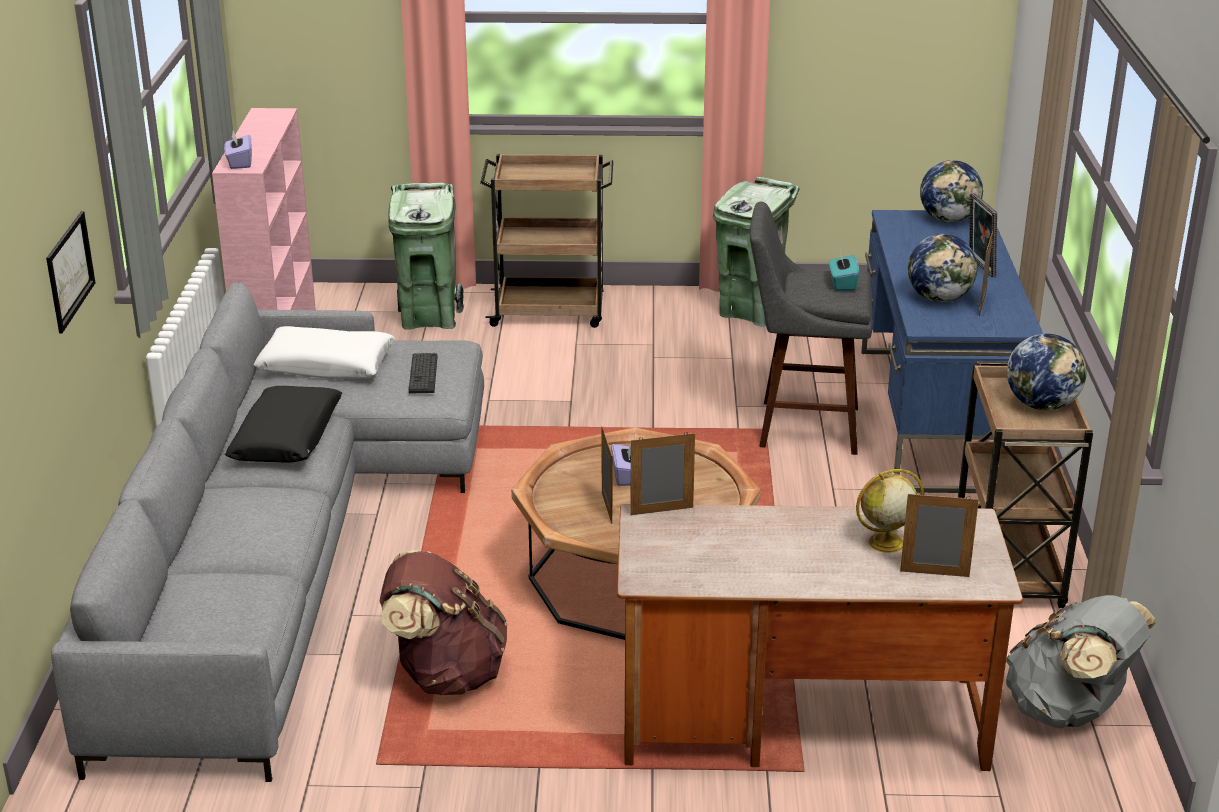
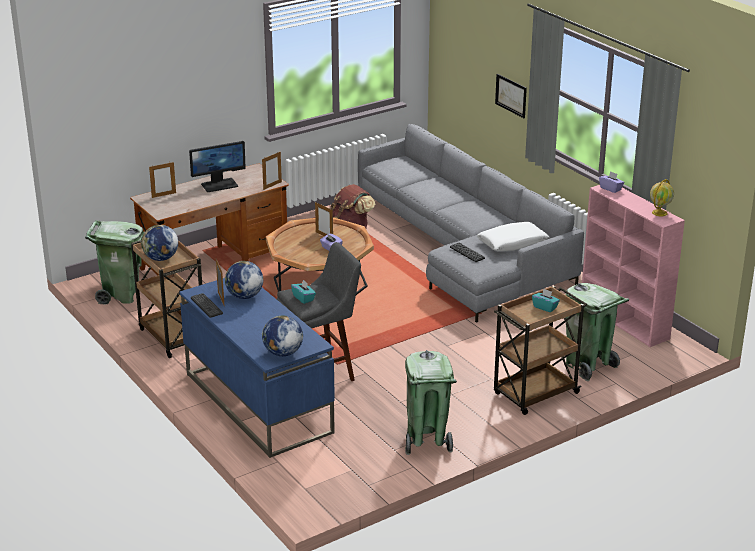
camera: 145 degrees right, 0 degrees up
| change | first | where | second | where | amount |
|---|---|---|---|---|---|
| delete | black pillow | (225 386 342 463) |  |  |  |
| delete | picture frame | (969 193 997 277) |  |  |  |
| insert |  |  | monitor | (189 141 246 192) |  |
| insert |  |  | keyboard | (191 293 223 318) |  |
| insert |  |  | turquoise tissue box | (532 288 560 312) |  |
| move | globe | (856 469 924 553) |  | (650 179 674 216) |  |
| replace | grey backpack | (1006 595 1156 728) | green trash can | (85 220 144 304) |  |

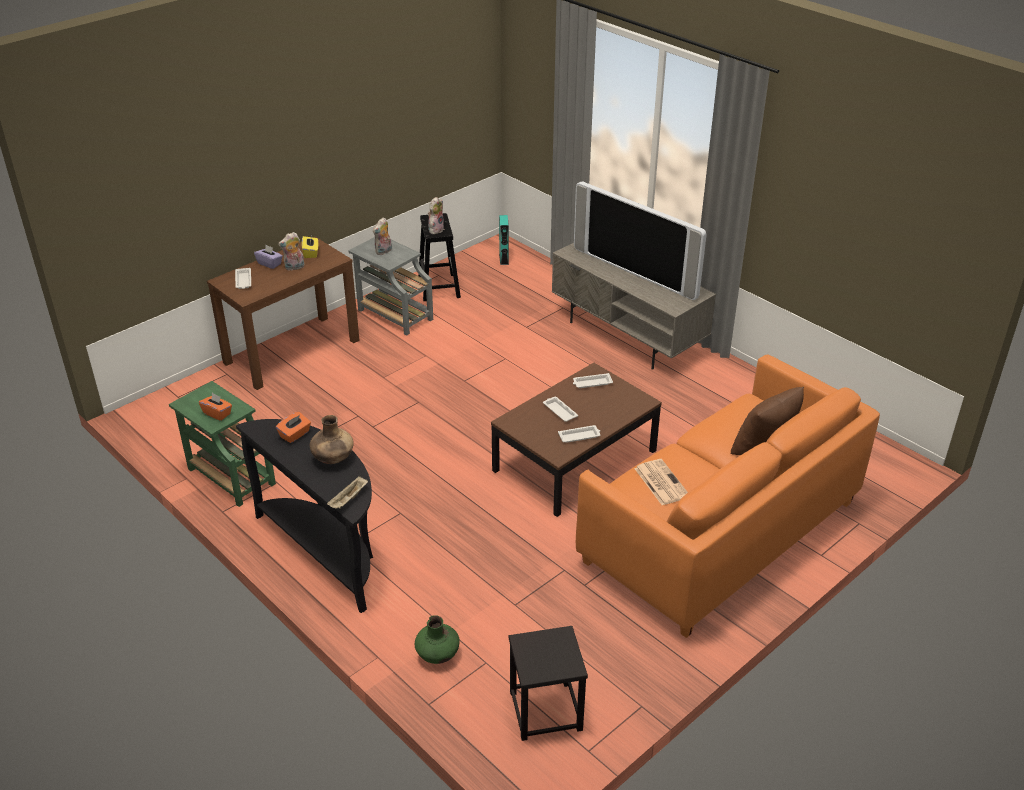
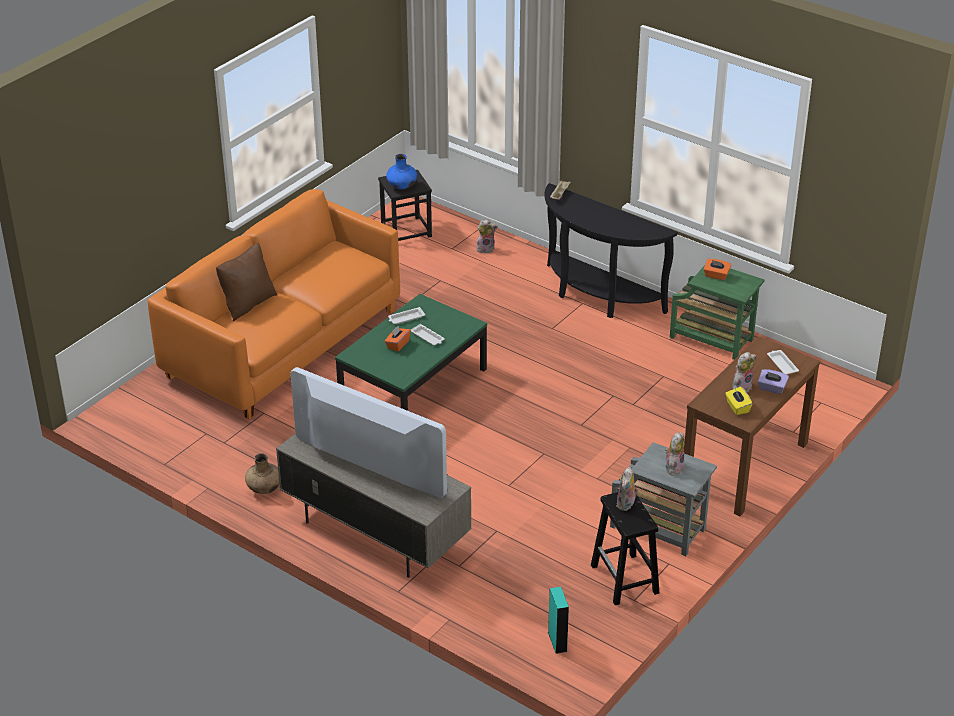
camera: 170 degrees right, 0 degrees up
| change | first | where | second | where | amount |
|---|---|---|---|---|---|
| delete | white tray | (573 373 613 388) |  |  |  |
| delete | newspaper | (635 459 688 505) |  |  |  |
| insert |  |  | blue vase | (386 154 417 189) |  |
| move | orange tissue box | (276 412 311 443) |  | (385 326 411 352) |  |
| move | brown vase | (310 415 354 464) |  | (245 453 280 494) |  |
| replace | green vase | (415 615 460 664) | plush toy | (477 220 498 253) |  |
| recolor | brown coffee table | (491 363 662 517) | green coffee table | (335 294 487 411) |  |

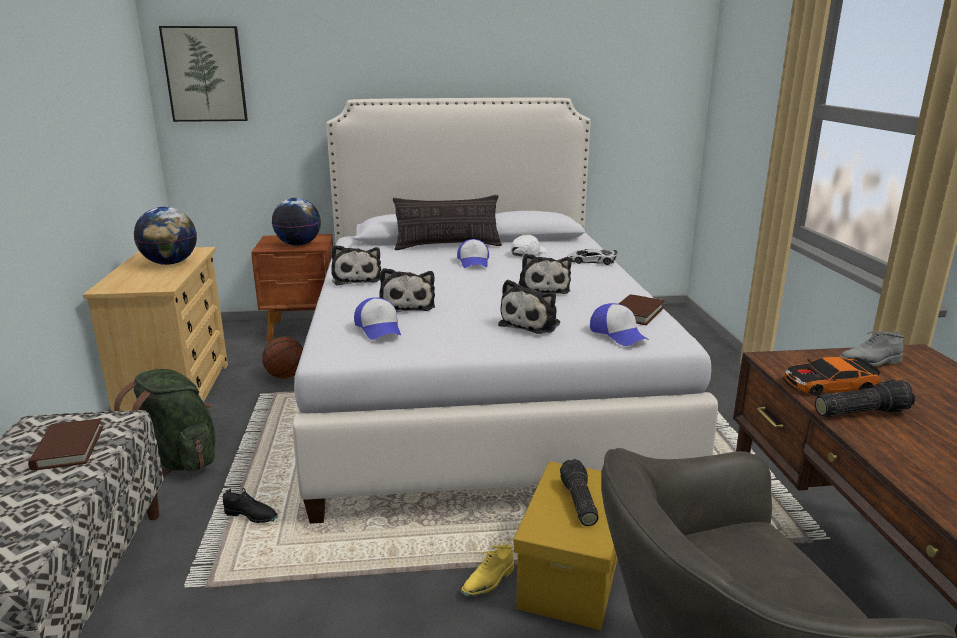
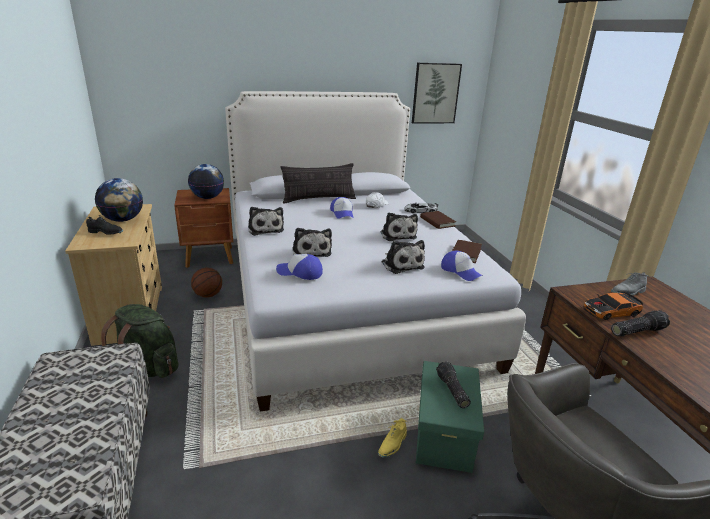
camera: 10 degrees left, 5 degrees up
| change | first | where | second | where | amount |
|---|---|---|---|---|---|
| move | brown book | (28 418 103 470) |  | (420 211 456 229) |  |
| move | picture | (159 26 248 122) |  | (412 63 462 124) |  |
| move | black shoe | (223 488 278 523) |  | (86 215 123 235) |  |
| recolor | yellow storage box | (513 461 618 630) | green storage box | (416 361 484 473) |  |
| rotate | cap | (354 297 401 340) |  | (276 254 323 280) | 135 degrees clockwise |
| rotate | plush toy | (498 280 560 334) |  | (382 240 425 274) | 45 degrees counterclockwise |

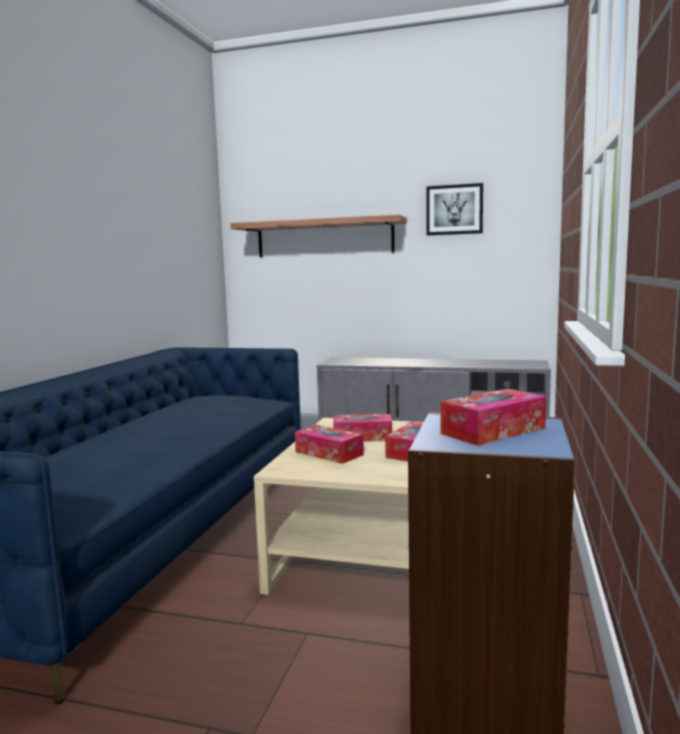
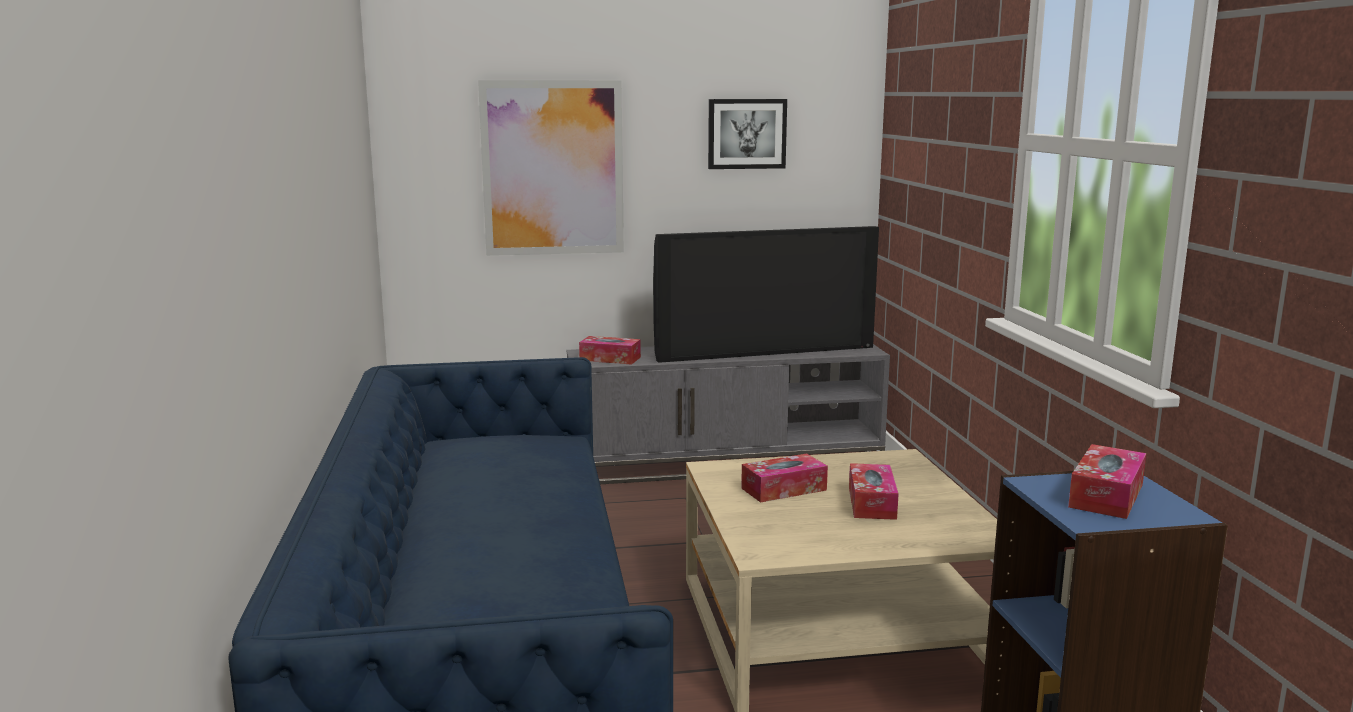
camera: 25 degrees left, 5 degrees up
| change | first | where | second | where | amount |
|---|---|---|---|---|---|
| insert |  |  | television | (653 226 879 363) |  |
| move | tissue box | (295 425 364 464) |  | (579 336 641 365) |  |
| replace | shelf | (230 215 407 257) | picture | (478 80 624 256) |  |

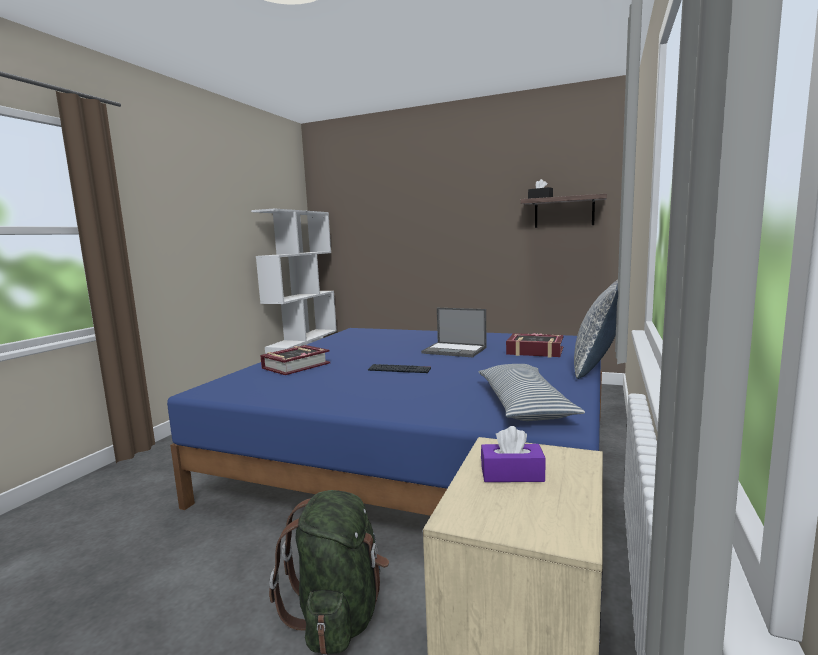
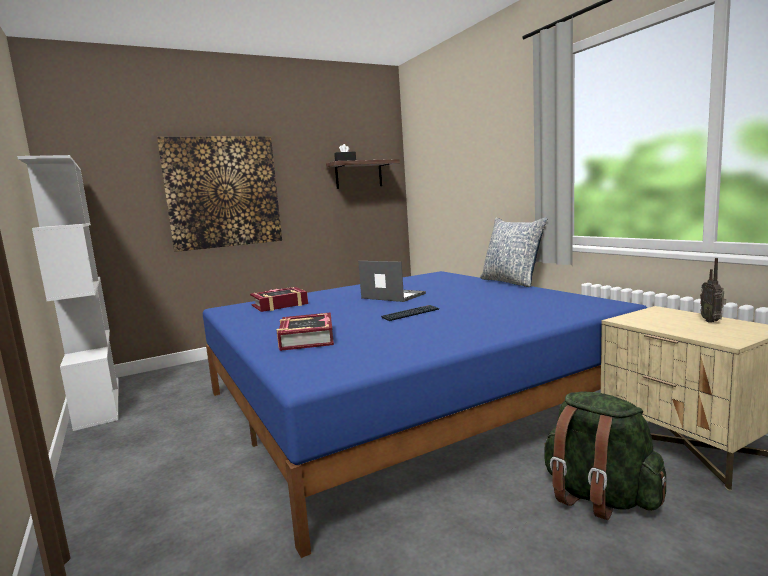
camera: 50 degrees left, 0 degrees up
| change | first | where | second | where | amount |
|---|---|---|---|---|---|
| delete | pillow | (479 364 585 421) |  |  |  |
| delete | purple tissue box | (481 426 546 482) |  |  |  |
| insert |  |  | picture | (157 136 282 252) |  |
| insert |  |  | radio | (700 258 726 323) |  |
| move | book | (506 333 564 358) |  | (250 287 308 312) |  |
| rotate | laptop | (421 308 487 357) |  | (358 261 426 302) | 120 degrees counterclockwise |

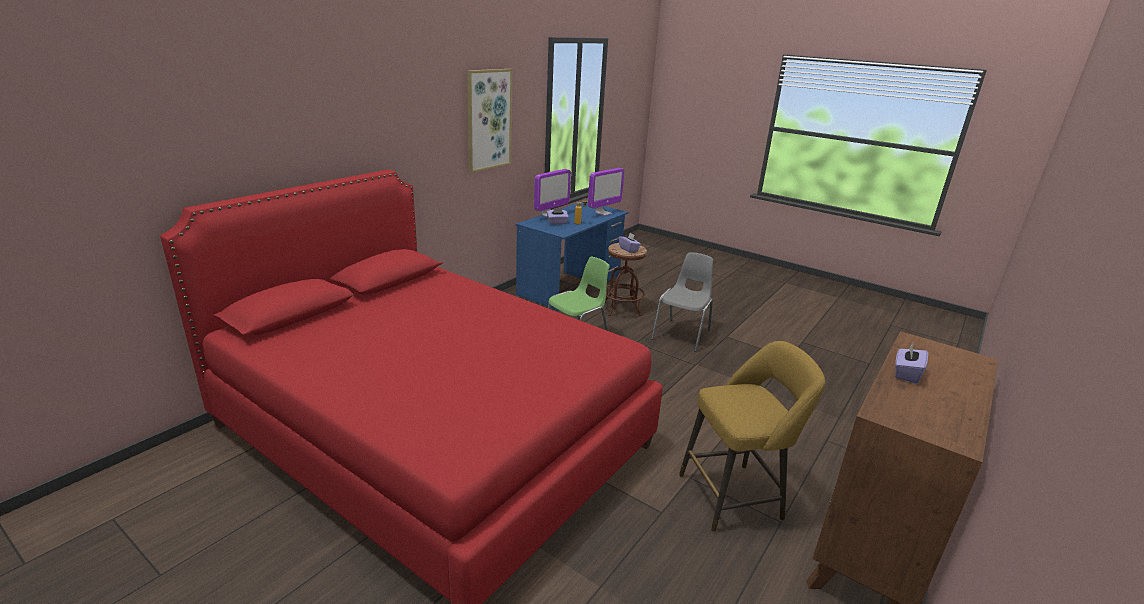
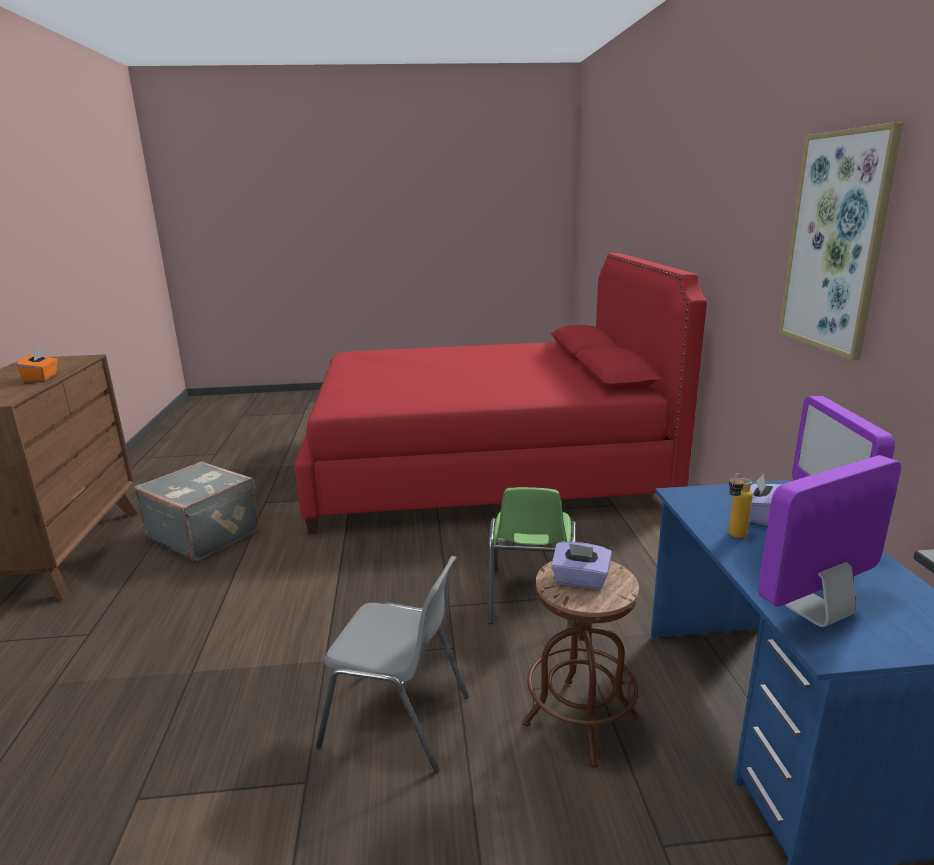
camera: 140 degrees right, 5 degrees down
| change | first | where | second | where | amount |
|---|---|---|---|---|---|
| replace | yellow stool | (679 341 825 532) | grey suitcase | (134 461 259 561) |  |
| recolor | purple tissue box | (895 342 928 384) | orange tissue box | (16 348 57 382) |  |
| rotate | monitor | (588 168 624 216) |  | (758 455 901 627) | 60 degrees clockwise |
| rotate | grey chair | (651 252 713 352) |  | (316 556 469 773) | 60 degrees counterclockwise |

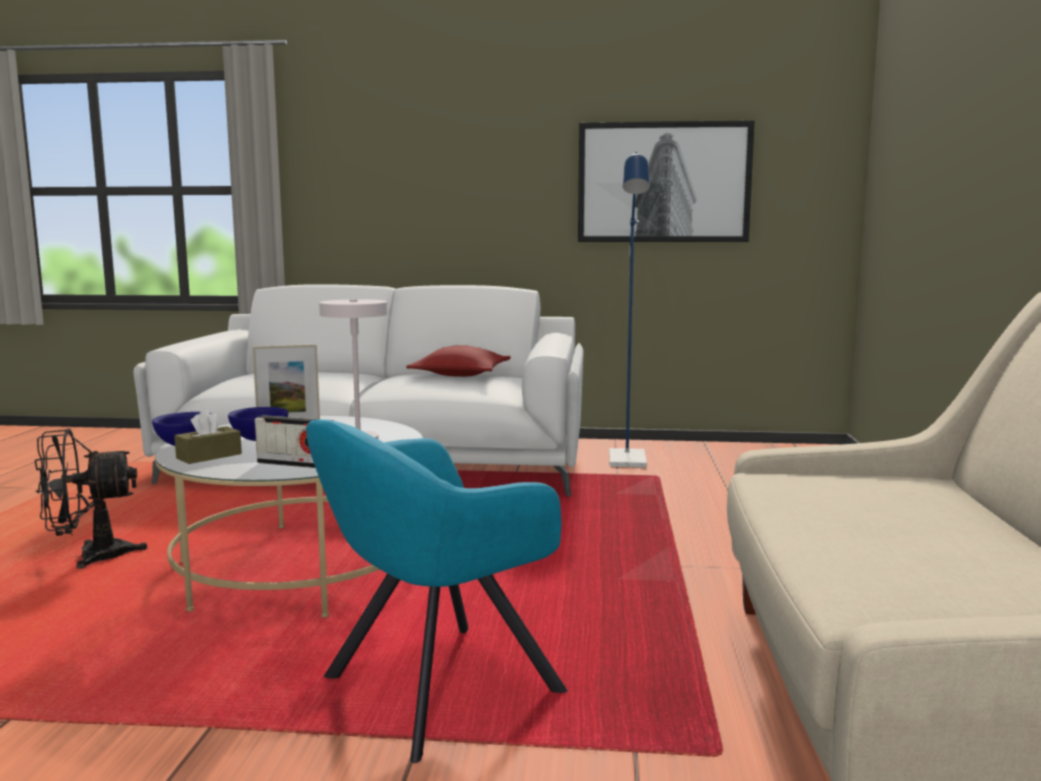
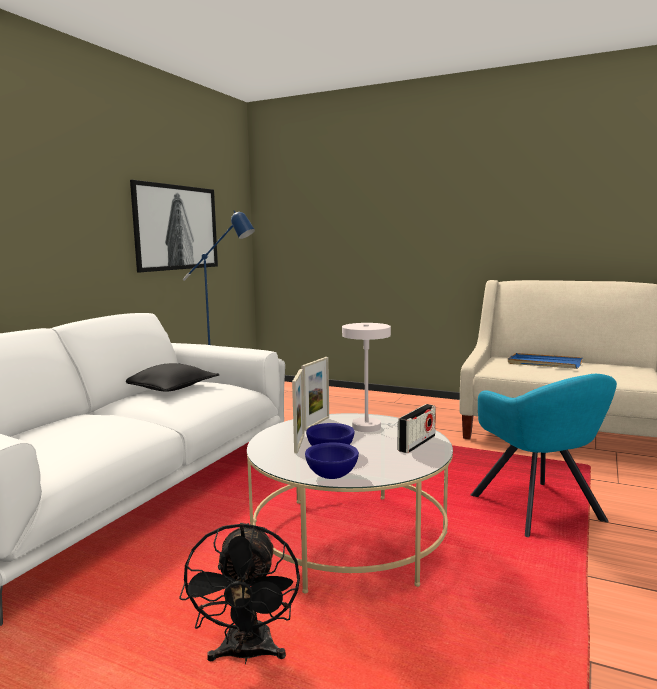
camera: 70 degrees left, 0 degrees up
| change | first | where | second | where | amount |
|---|---|---|---|---|---|
| delete | brown tissue box | (174 410 242 464) |  |  |  |
| insert |  |  | picture frame | (301 357 329 431) |  |
| insert |  |  | blue tray | (508 353 582 369) |  |
| recolor | red pillow | (406 345 511 377) | black pillow | (126 363 219 391) |  |

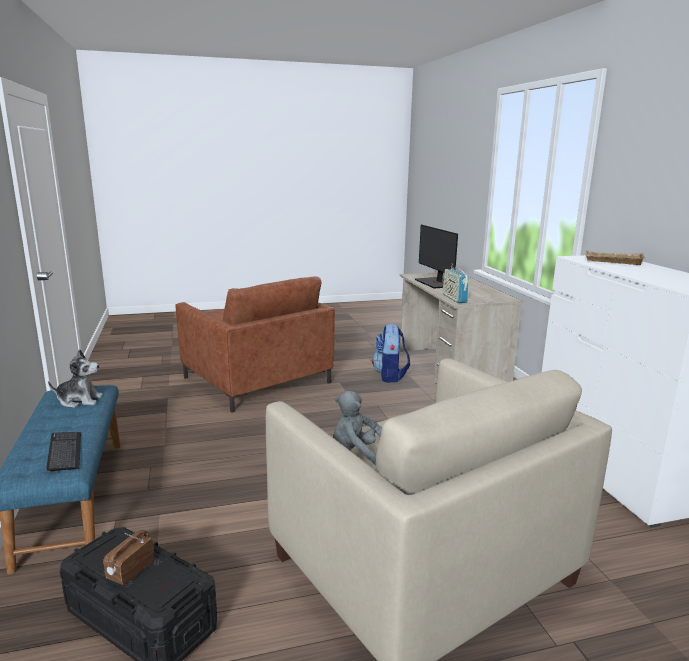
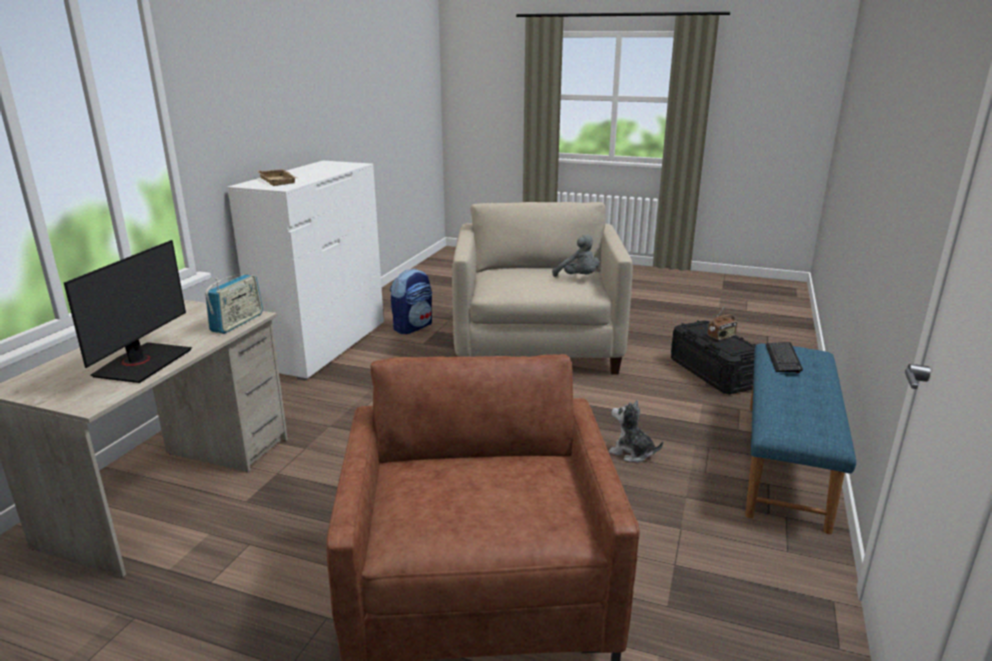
camera: 145 degrees left, 5 degrees up
| change | first | where | second | where | amount |
|---|---|---|---|---|---|
| move | plush toy | (48 349 103 408) |  | (609 400 663 463) |  |
| move | backpack | (372 323 410 383) |  | (390 268 432 334) |  |

